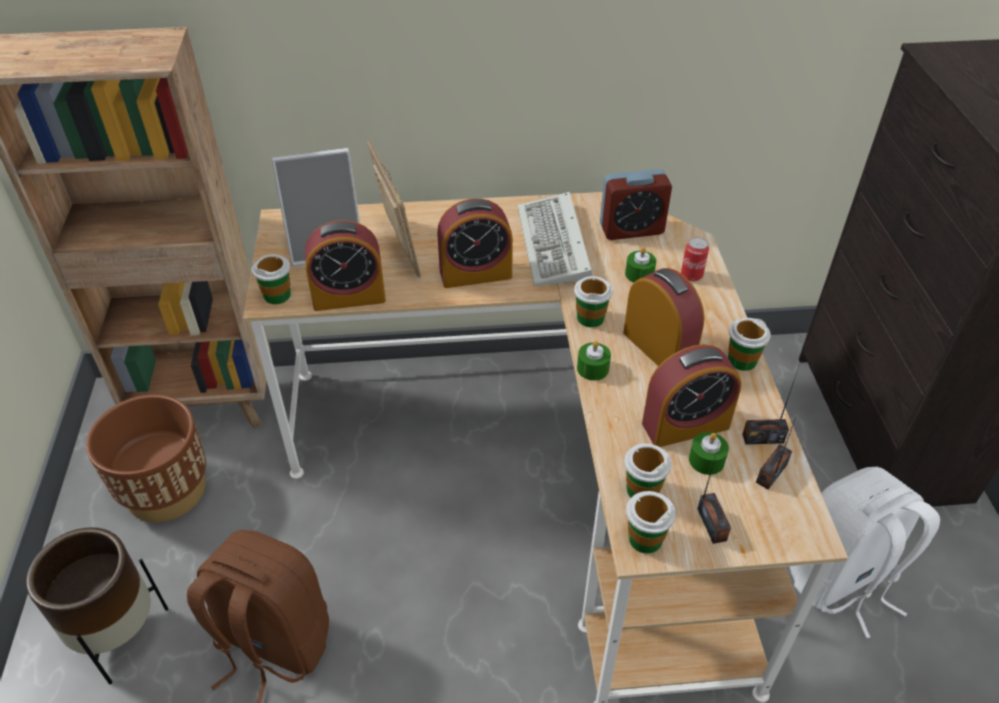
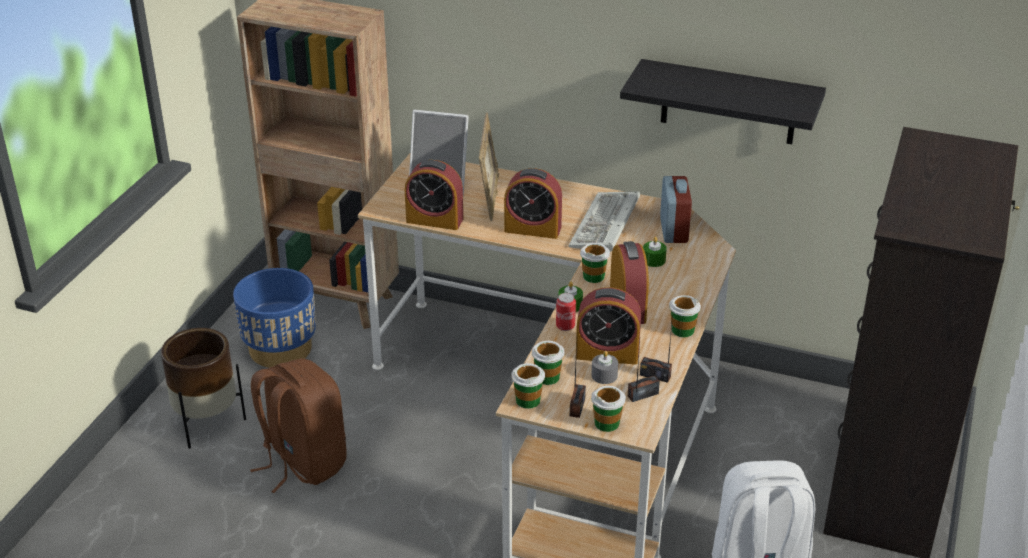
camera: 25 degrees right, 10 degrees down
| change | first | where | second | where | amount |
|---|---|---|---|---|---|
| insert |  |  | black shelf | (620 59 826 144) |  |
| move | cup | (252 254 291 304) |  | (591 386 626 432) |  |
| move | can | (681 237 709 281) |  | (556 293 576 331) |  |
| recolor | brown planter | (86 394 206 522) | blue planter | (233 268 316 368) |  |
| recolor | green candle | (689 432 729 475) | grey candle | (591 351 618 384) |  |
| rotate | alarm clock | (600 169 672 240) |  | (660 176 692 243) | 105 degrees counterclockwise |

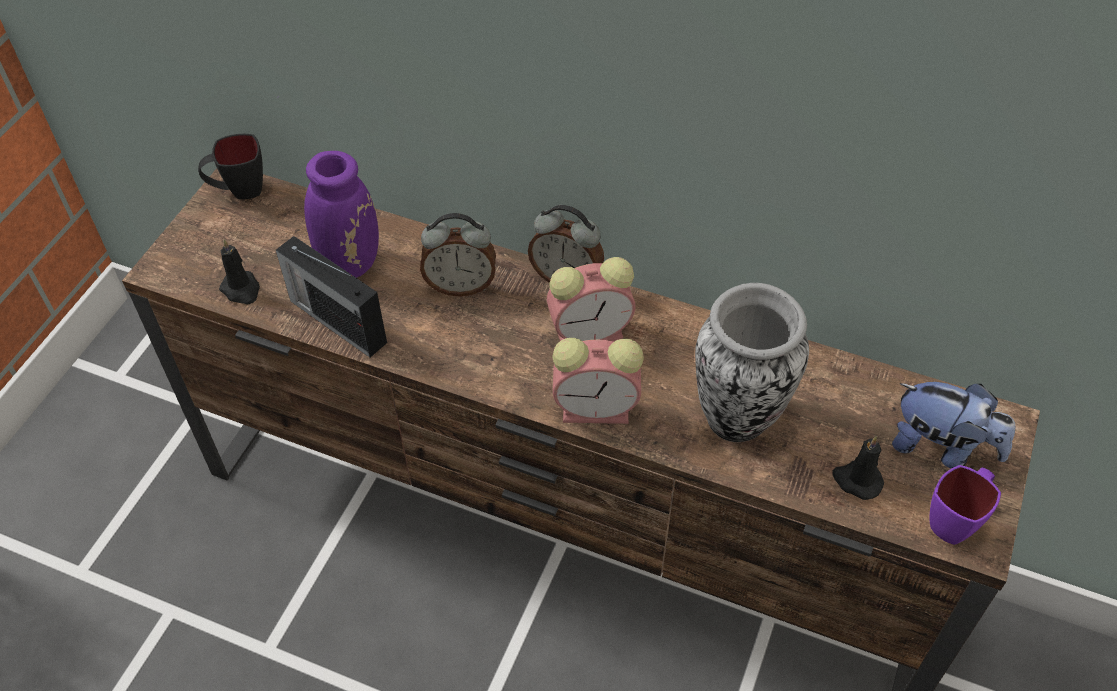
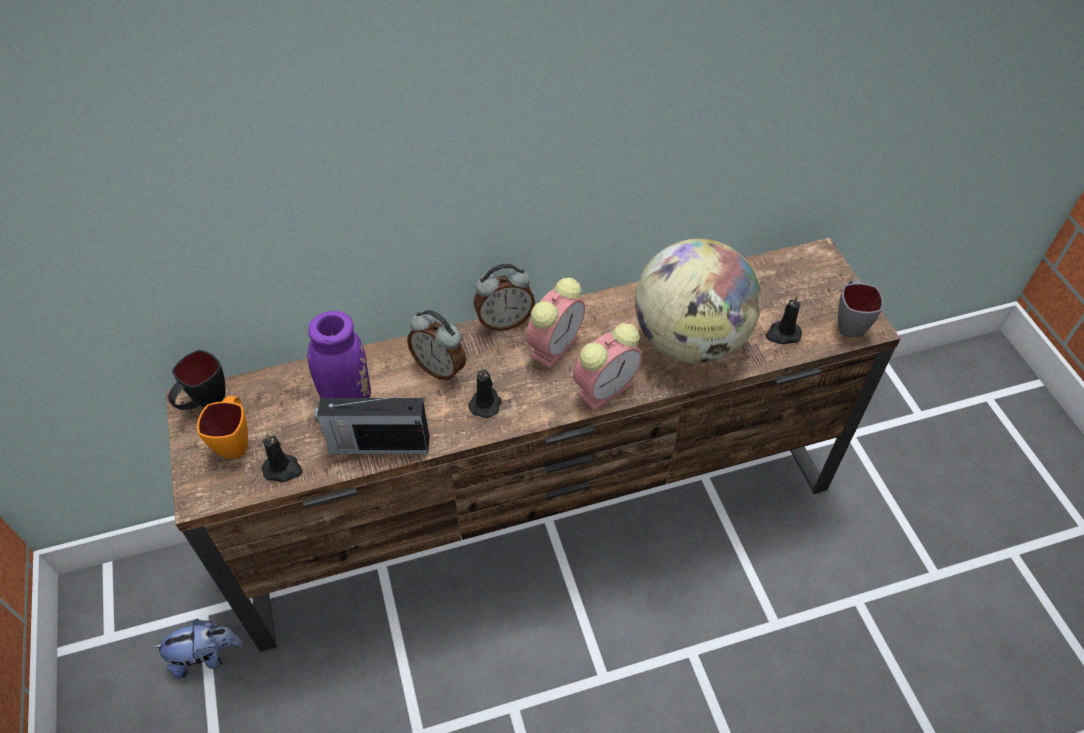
camera: 40 degrees left, 0 degrees up
| change | first | where | second | where | amount |
|---|---|---|---|---|---|
| insert |  |  | orange mug | (197 396 248 459) |  |
| insert |  |  | black candle | (468 367 502 418) |  |
| move | plush toy | (892 382 1015 469) |  | (151 619 243 679) |  |
| replace | vase | (695 283 809 442) | globe | (635 239 761 364) |  |
| recolor | purple mug | (929 465 1001 545) | grey mug | (838 280 883 337) |  |
| rotate | alarm clock | (420 213 496 297) |  | (407 310 466 381) | 75 degrees clockwise |

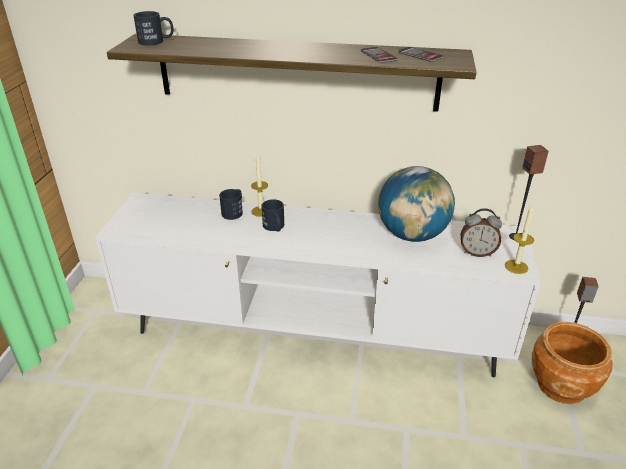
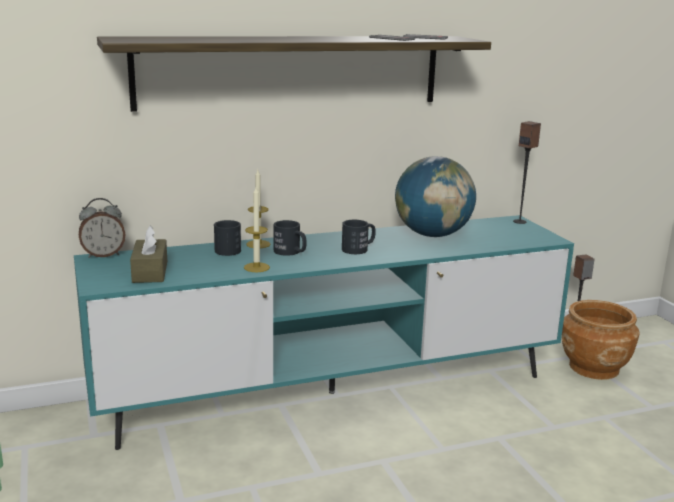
camera: 30 degrees left, 15 degrees down
| change | first | where | second | where | amount |
|---|---|---|---|---|---|
| insert |  |  | brown tissue box | (130 225 167 283) |  |
| move | black mug | (133 11 174 45) |  | (342 220 376 254) |  |
| move | alarm clock | (461 208 502 257) |  | (79 198 125 258) |  |
| move | candle | (505 205 534 274) |  | (244 187 270 272) |  |
| recolor | white tv stand | (95 192 541 377) | turquoise tv stand | (74 215 574 450) |  |

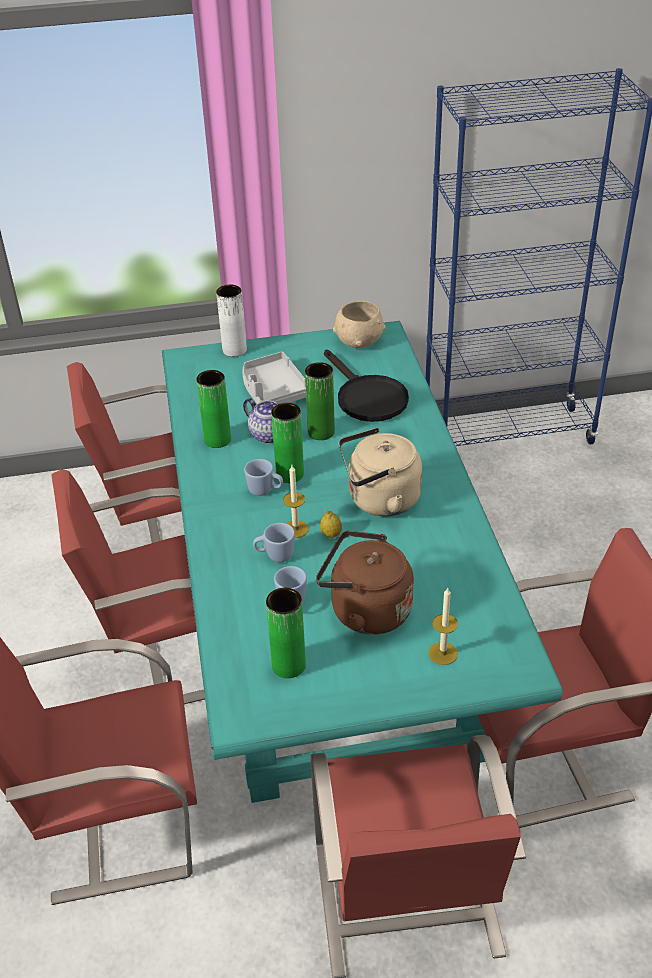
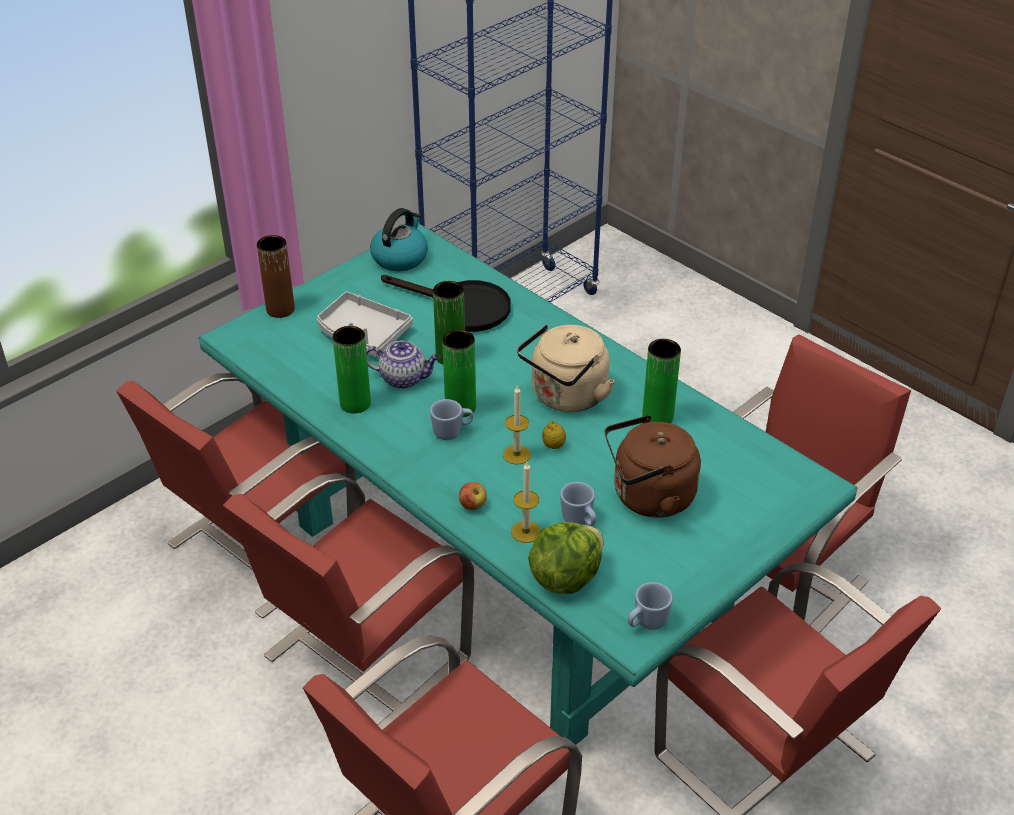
camera: 35 degrees left, 0 degrees up
| change | first | where | second | where | amount |
|---|---|---|---|---|---|
| insert |  |  | apple | (459 482 487 510) |  |
| insert |  |  | lettuce | (528 522 603 594) |  |
| move | blue mug | (253 523 295 562) |  | (628 582 673 630) |  |
| move | green vase | (266 588 306 678) |  | (642 339 681 423) |  |
| move | candle | (428 587 458 665) |  | (511 462 541 543) |  |
| replace | beige bowl | (333 301 386 348) | kettle | (370 208 428 271) |  |
| recolor | white vase | (216 285 247 357) | brown vase | (257 235 295 318) |  |

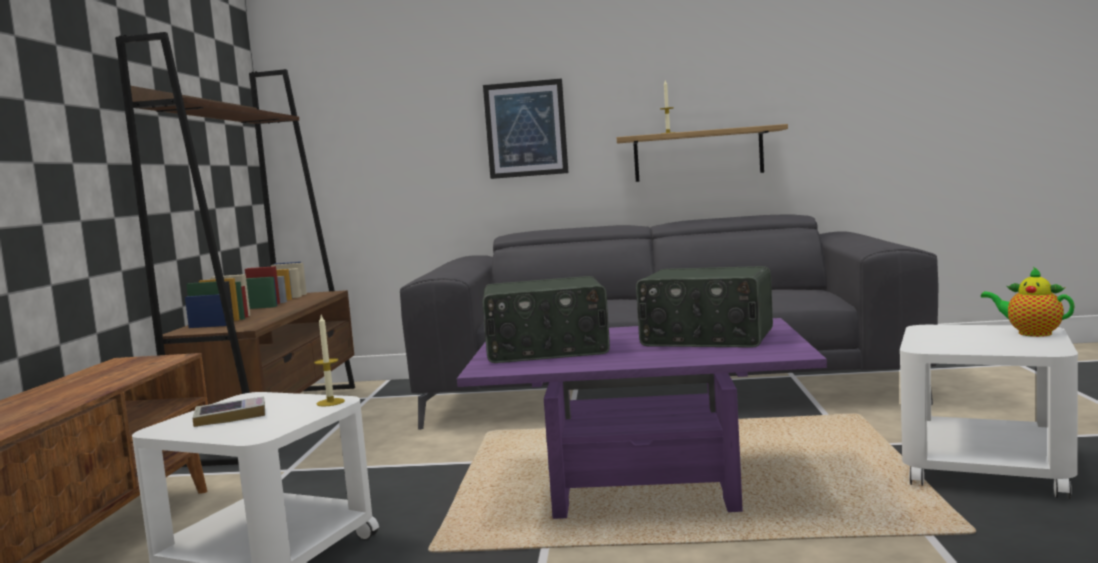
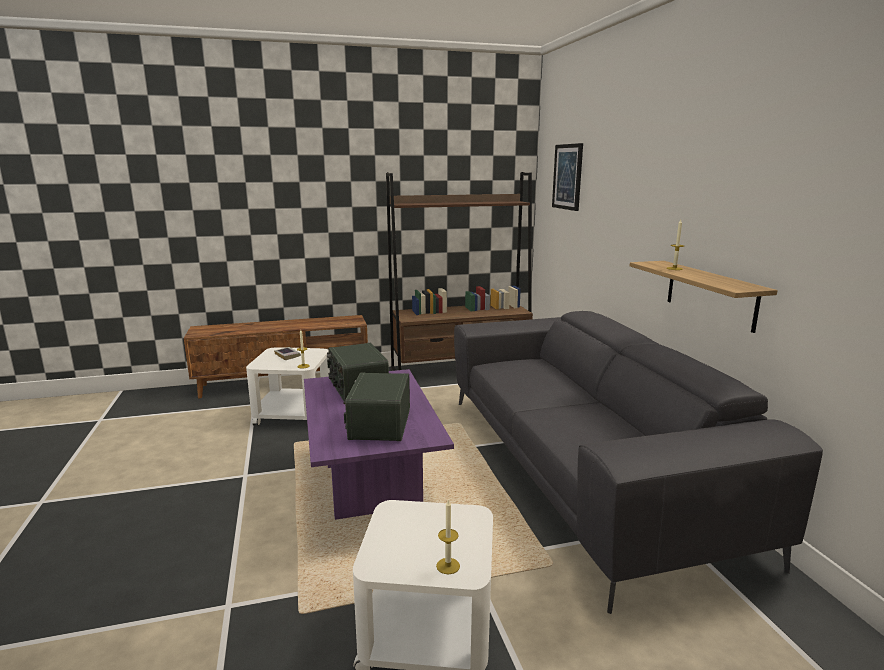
camera: 70 degrees right, 10 degrees up
| change | first | where | second | where | amount |
|---|---|---|---|---|---|
| move | picture | (483 79 569 179) |  | (552 143 583 211) |  |
| replace | teapot | (981 267 1075 337) | candle | (436 499 460 575) |  |

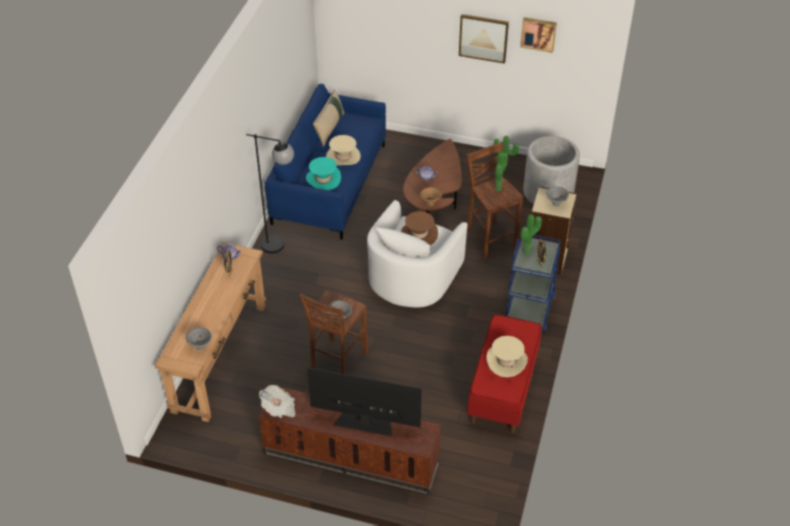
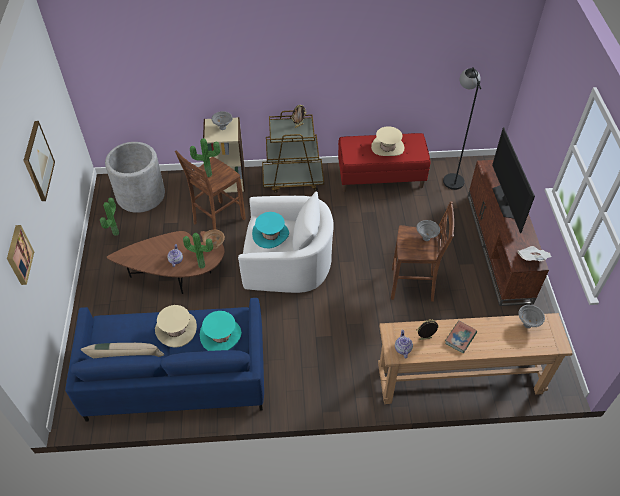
camera: 110 degrees left, 5 degrees up
| change | first | where | second | where | amount |
|---|---|---|---|---|---|
| insert |  |  | book | (445 320 477 353) |  |
| move | black floor lamp | (246 134 294 253) |  | (443 67 481 190) |  |
| move | picture | (520 17 557 53) |  | (7 225 34 285) |  |
| move | potted plant | (521 214 542 255) |  | (183 233 213 268) |  |
| recolor | brown hat | (401 211 438 245) | turquoise hat | (252 212 289 249) |  |
| recolor | blue cart | (505 235 561 335) | brown cart | (262 110 324 193) |  |

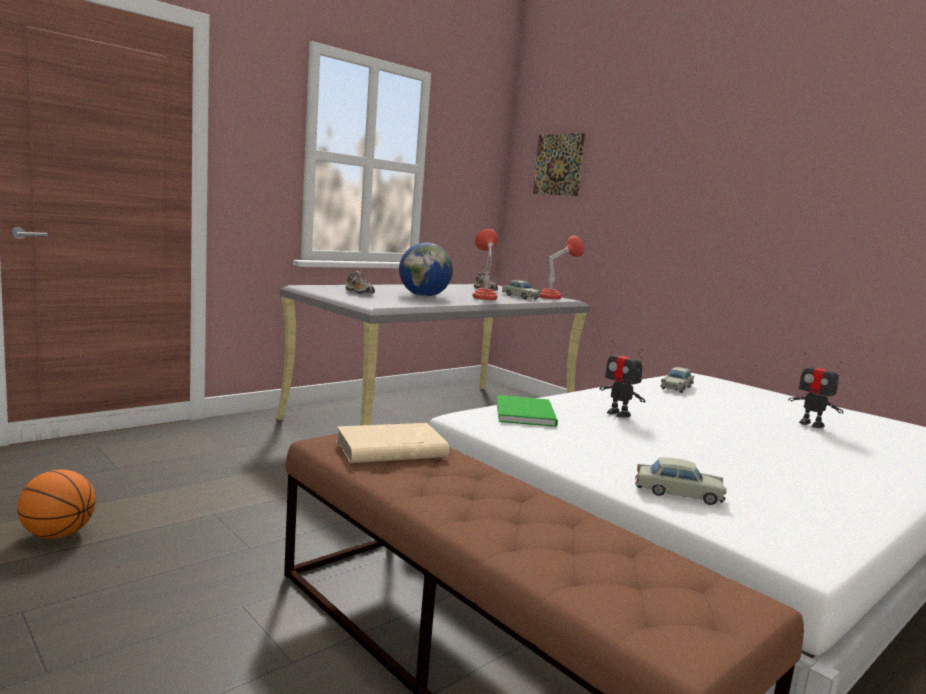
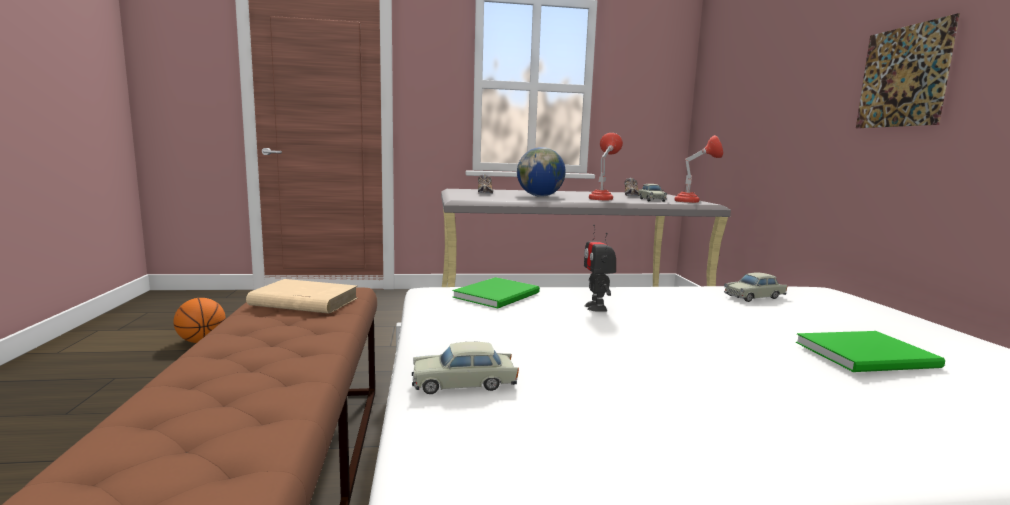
camera: 35 degrees right, 0 degrees up
| change | first | where | second | where | amount |
|---|---|---|---|---|---|
| move | picture | (533 133 585 196) |  | (856 13 960 128) |  |
| replace | toy robot | (788 352 843 428) | green book | (796 331 945 372) |  |
| rotate | beige toy car | (635 457 727 505) |  | (412 342 519 394) | 120 degrees clockwise |

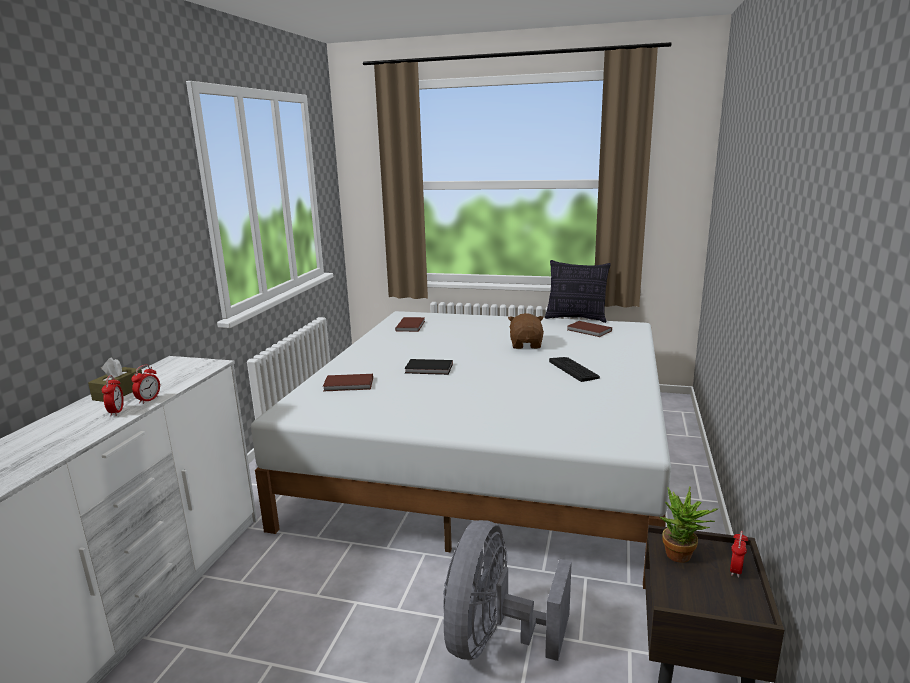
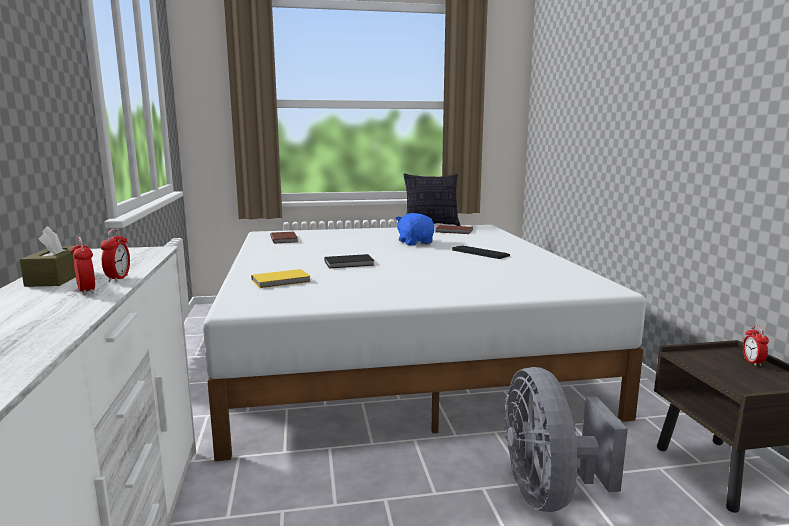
camera: 25 degrees left, 5 degrees down
| change | first | where | second | where | amount |
|---|---|---|---|---|---|
| delete | potted plant | (660 486 718 563) |  |  |  |
| recolor | brown book | (323 374 373 391) | yellow book | (251 269 311 288) |  |
| recolor | brown plush toy | (508 313 544 349) | blue plush toy | (395 213 434 245) |  |

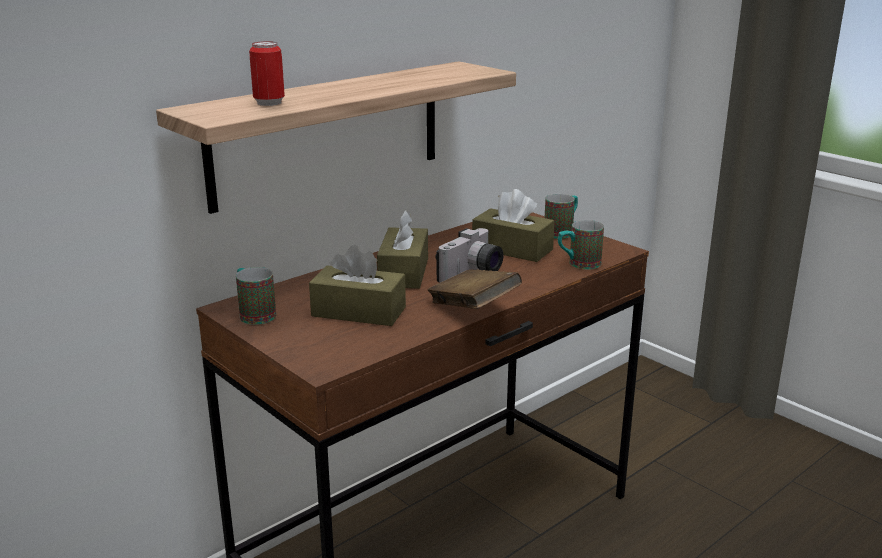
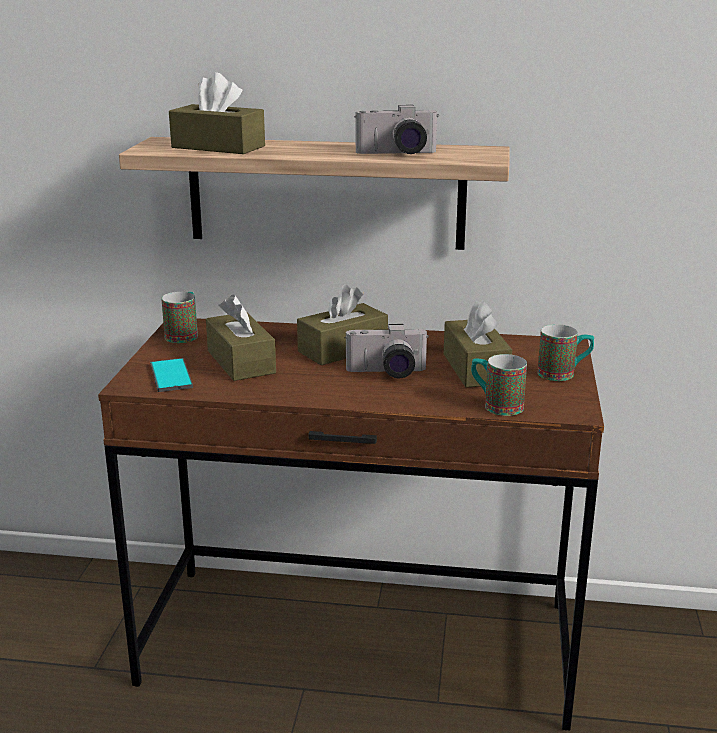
camera: 50 degrees right, 0 degrees up
| change | first | where | second | where | amount |
|---|---|---|---|---|---|
| delete | brown book | (427 269 522 309) |  |  |  |
| insert |  |  | phone | (150 358 193 392) |  |
| insert |  |  | photo camera | (355 105 439 154) |  |
| replace | can | (249 41 285 106) | brown tissue box | (169 72 265 154) |  |

